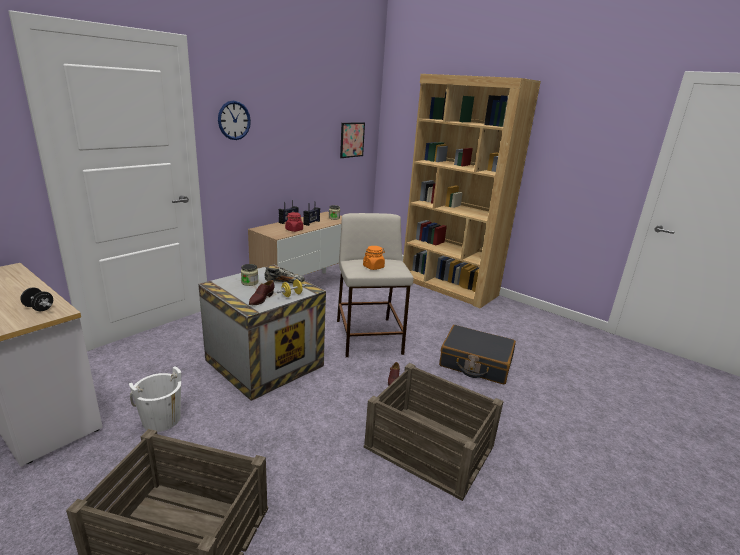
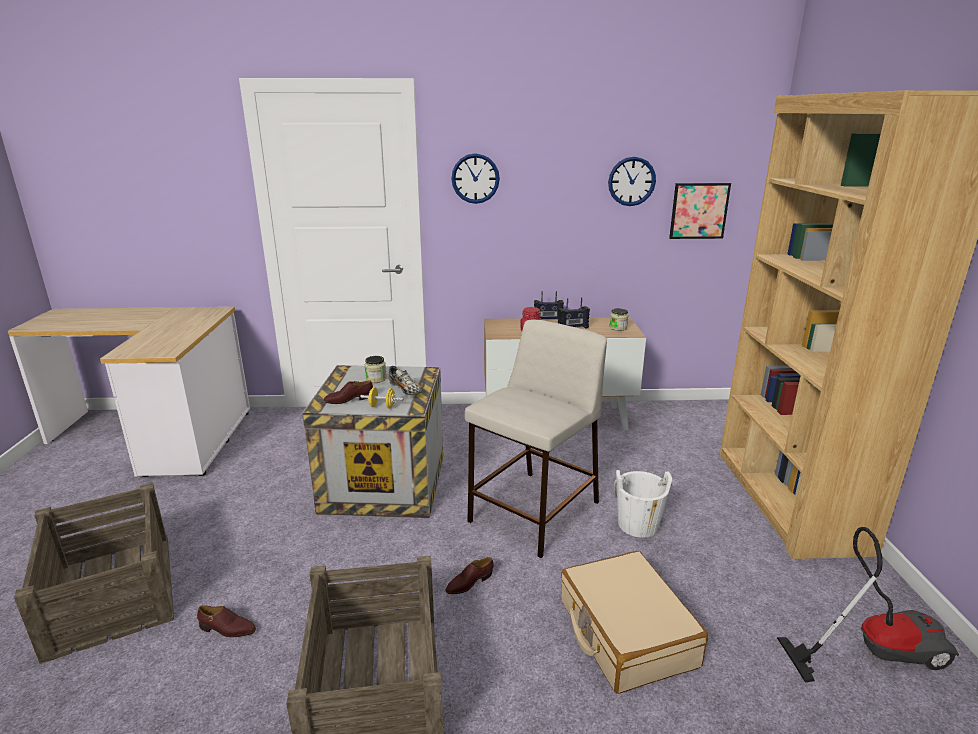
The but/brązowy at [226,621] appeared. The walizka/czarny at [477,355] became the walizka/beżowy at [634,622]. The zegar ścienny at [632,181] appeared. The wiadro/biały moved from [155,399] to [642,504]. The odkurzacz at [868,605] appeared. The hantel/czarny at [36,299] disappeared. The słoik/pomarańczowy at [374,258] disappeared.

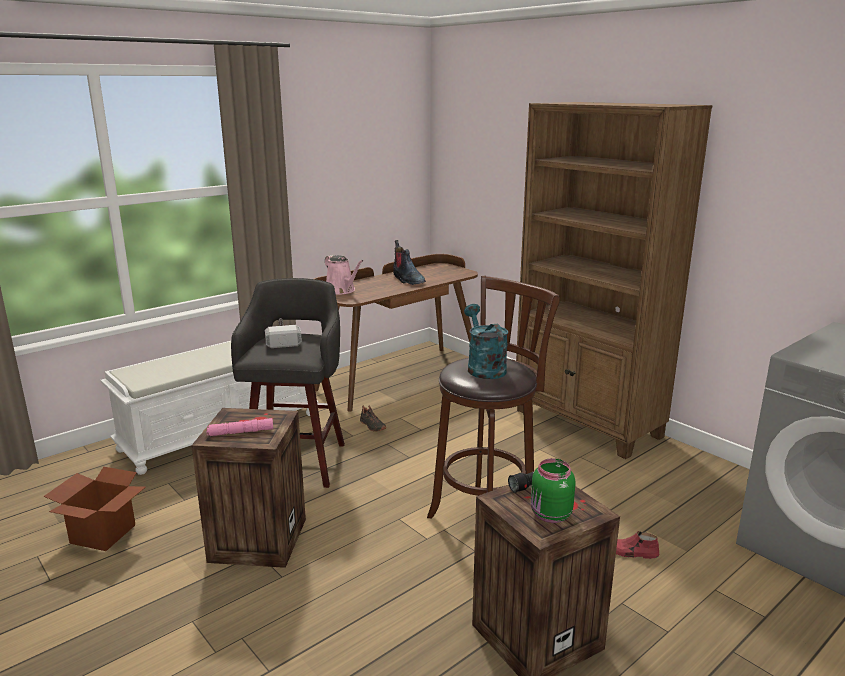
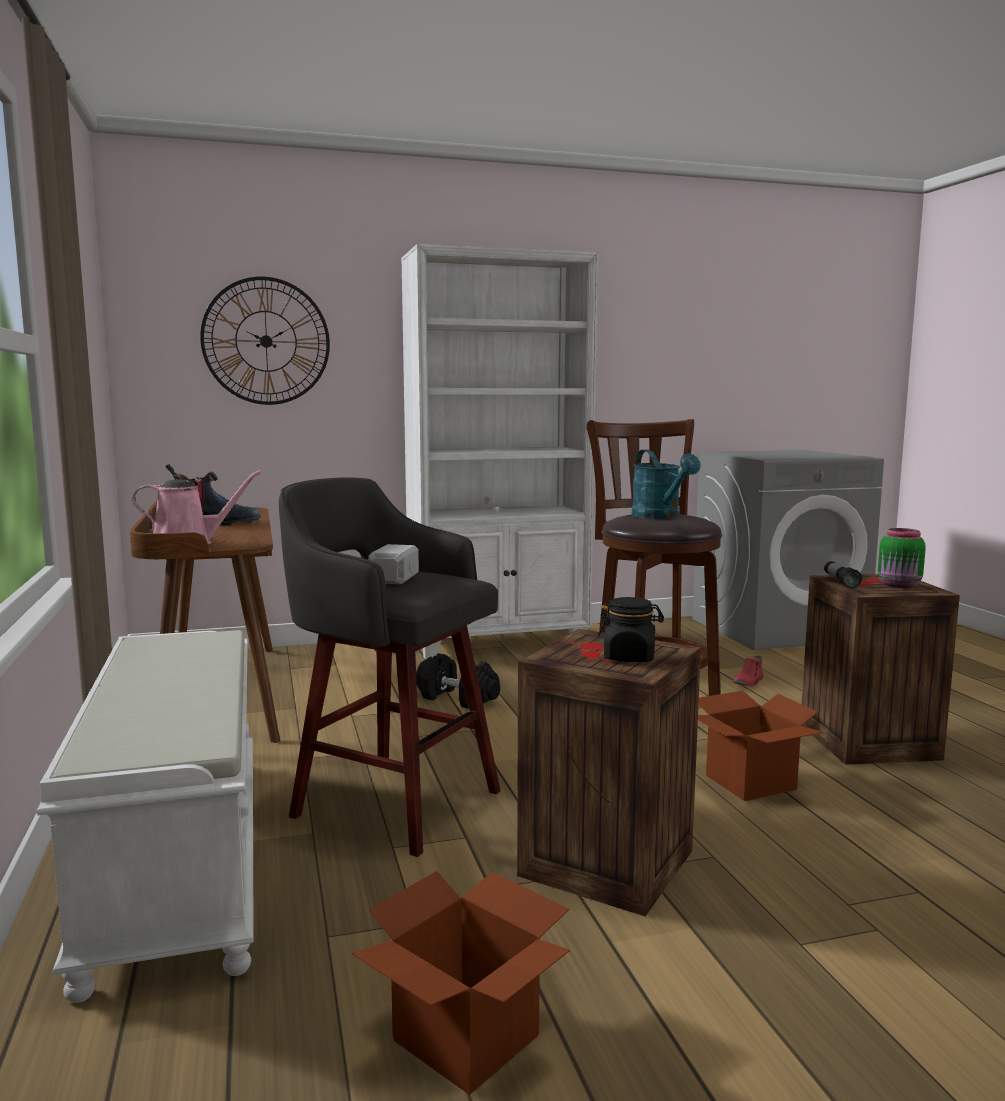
The zegar ścienny at [265,341] appeared. The regał/brązowy at [614,280] became the regał/biały at [500,452]. The hantel/czarny at [458,681] appeared. The latarka/różowy at [239,427] was replaced by the słoik/czarny at [631,629]. The konewka/turkusowy at [486,341] turned 120 degrees counterclockwise. The karton at [760,746] appeared. The but/czarny at [373,418] disappeared.

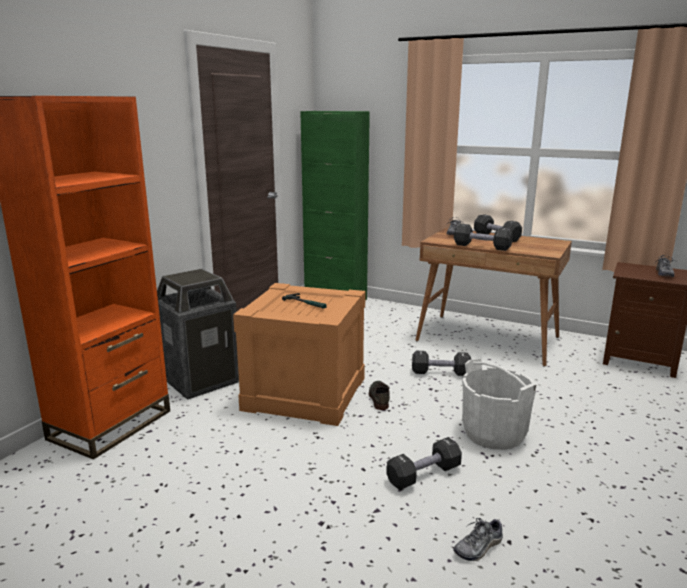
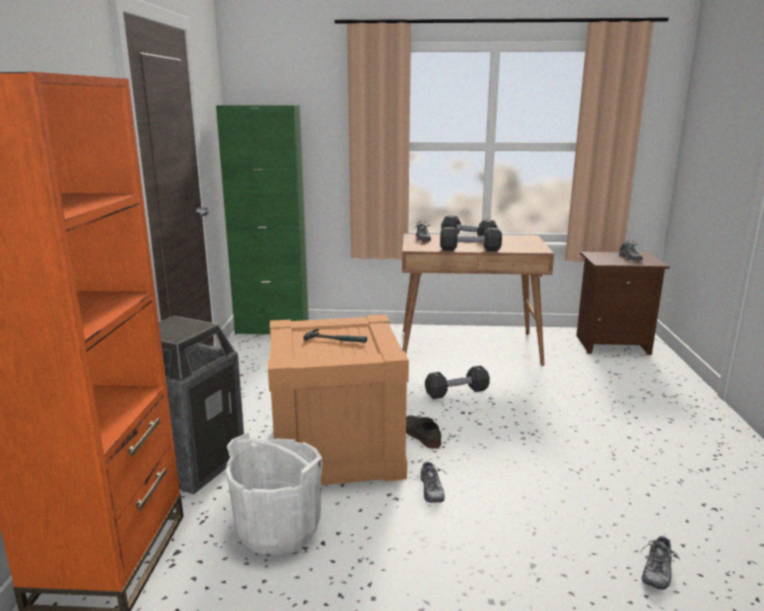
The wiadro/biały moved from [499,404] to [273,494]. The but at [432,482] appeared. The hantel/czarny at [424,463] disappeared.

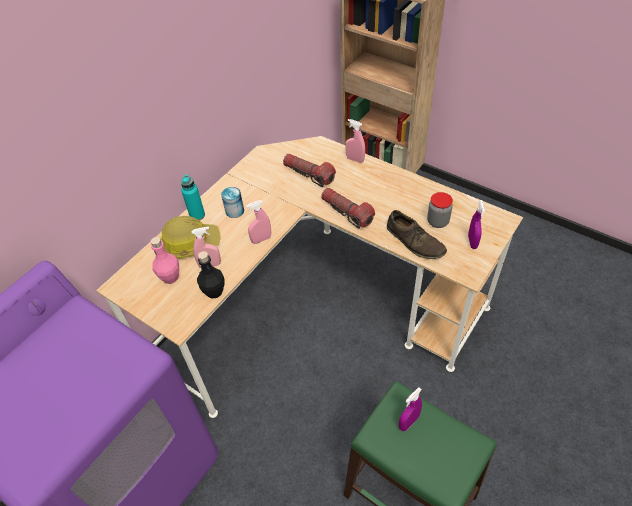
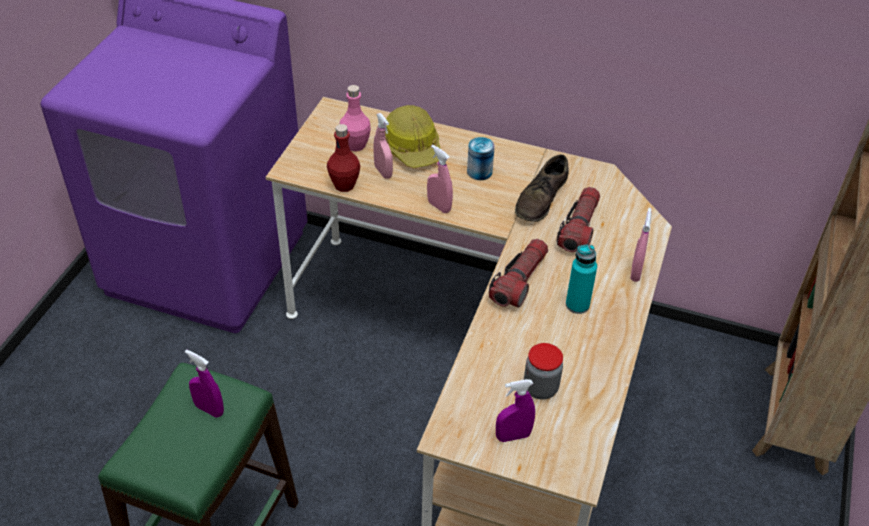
The butelka/czarny at [211,275] became the butelka/czerwony at [343,158]. The but/brązowy moved from [417,234] to [542,188]. The butelka/turkusowy moved from [193,198] to [581,279].

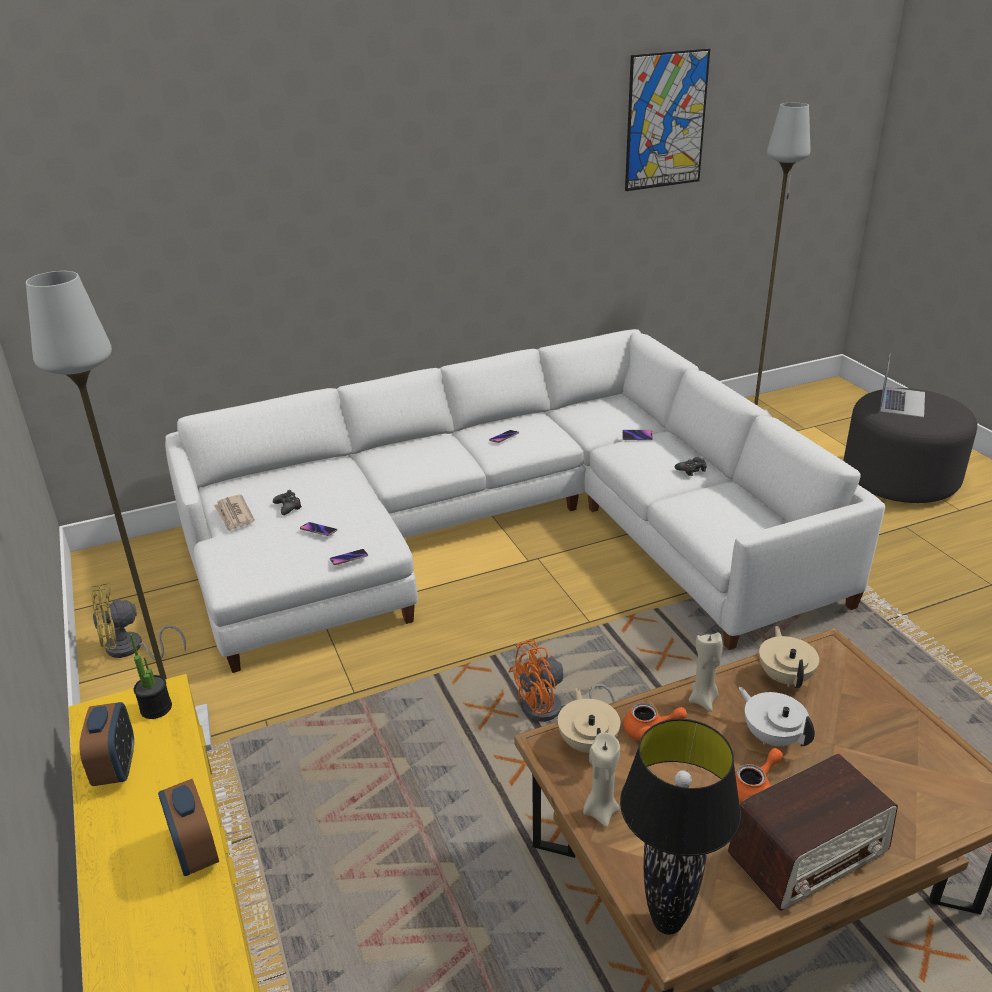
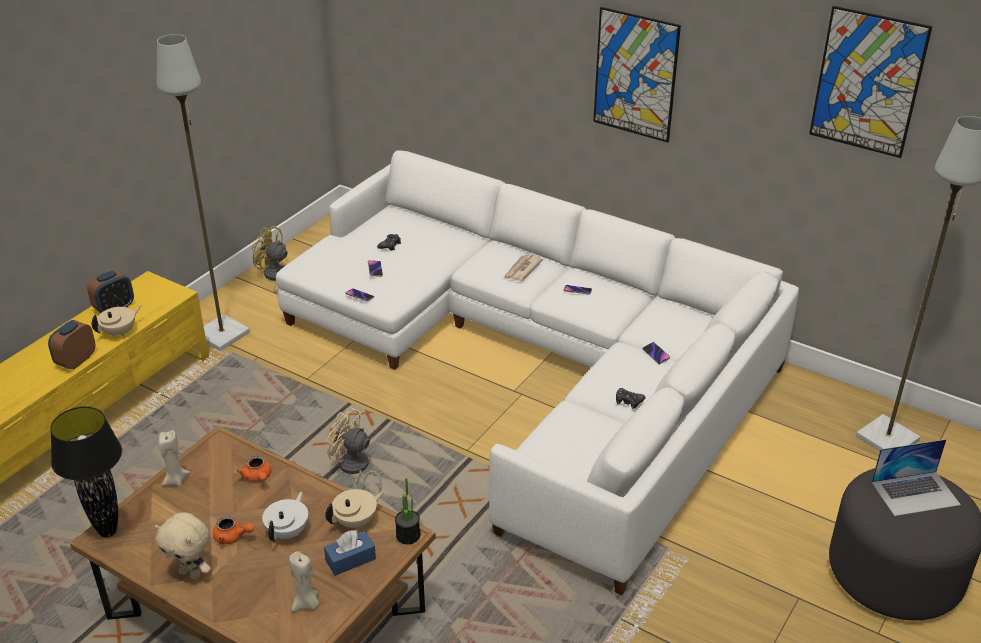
The imbryk/beżowy moved from [589,720] to [116,321]. The radio at [813,832] was replaced by the pluszak/beżowy at [183,546]. The świeca/beżowy moved from [706,672] to [304,581]. The pudełko chusteczek/niebieski at [350,553] appeared. The wentylator/pomarańczowy at [562,681] became the wentylator/beżowy at [354,450]. The roślina doniczkowa moved from [151,676] to [407,511]. The gazeta moved from [234,513] to [523,267]. The obraz at [637,75] appeared.

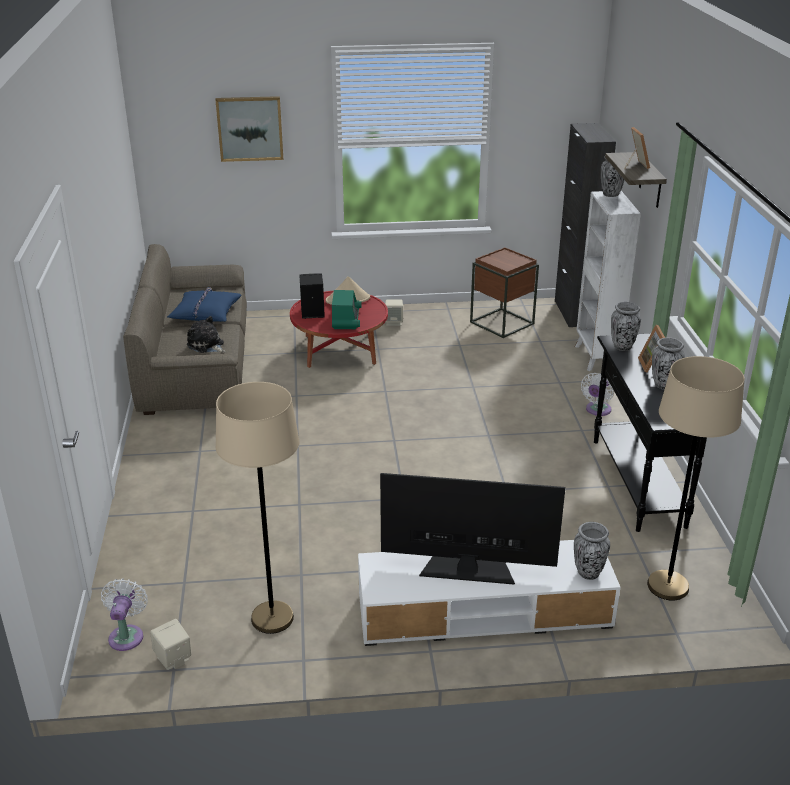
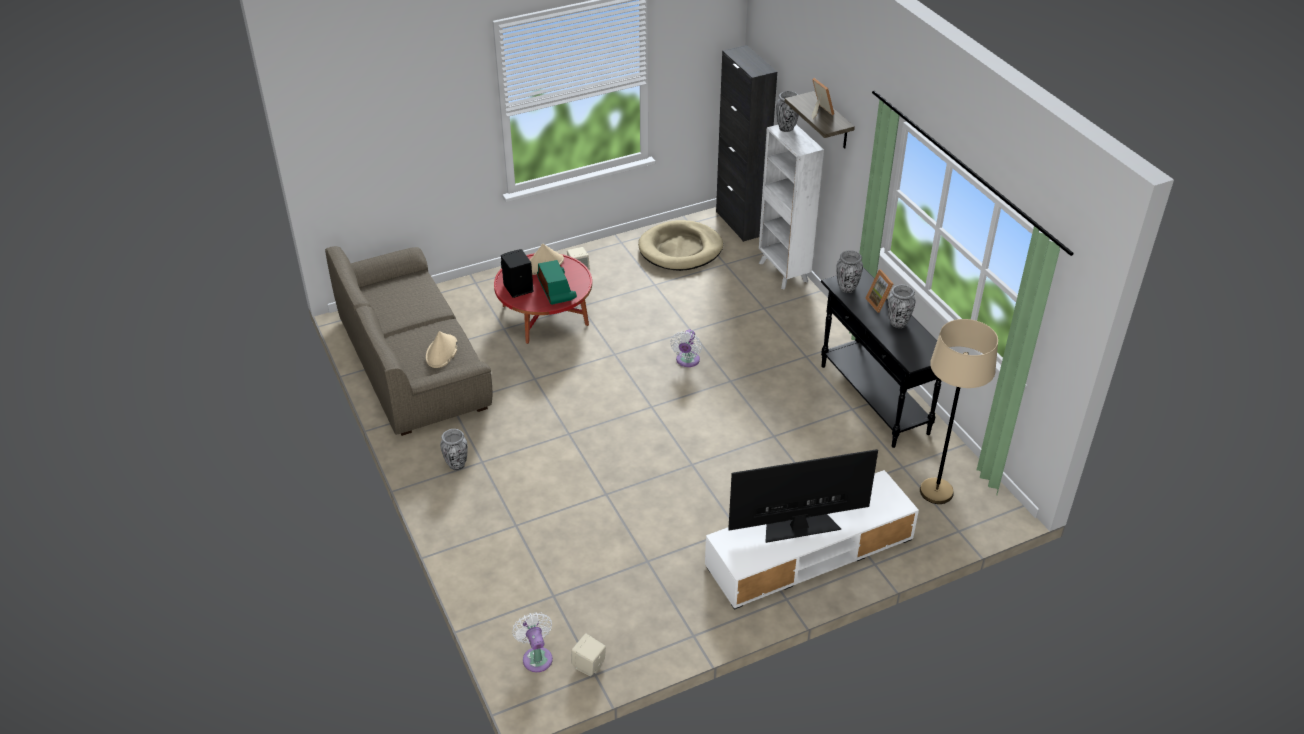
The pluszak at [206,334] was replaced by the kapelusz/beżowy at [442,349]. The wazon moved from [592,551] to [454,450]. The stolik/brązowy at [504,292] was replaced by the legowisko/beżowy at [680,245]. The wentylator/biały moved from [597,394] to [686,348]. The poduszka/niebieski at [204,304] disappeared. The obraz at [249,129] disappeared. The lampa stojąca/beżowy at [257,508] disappeared.

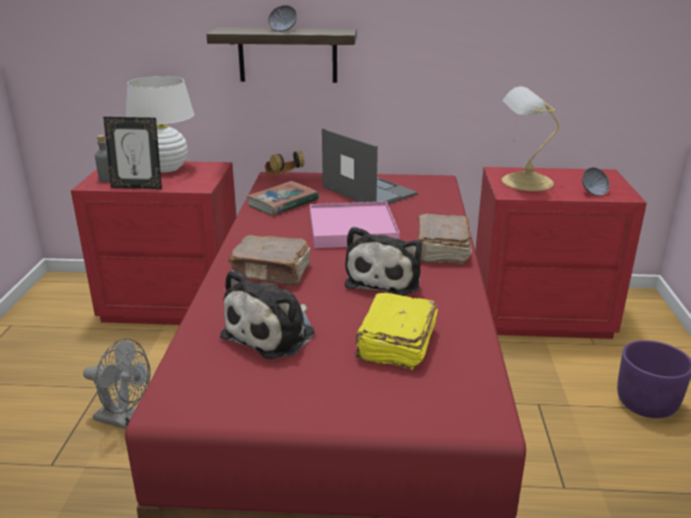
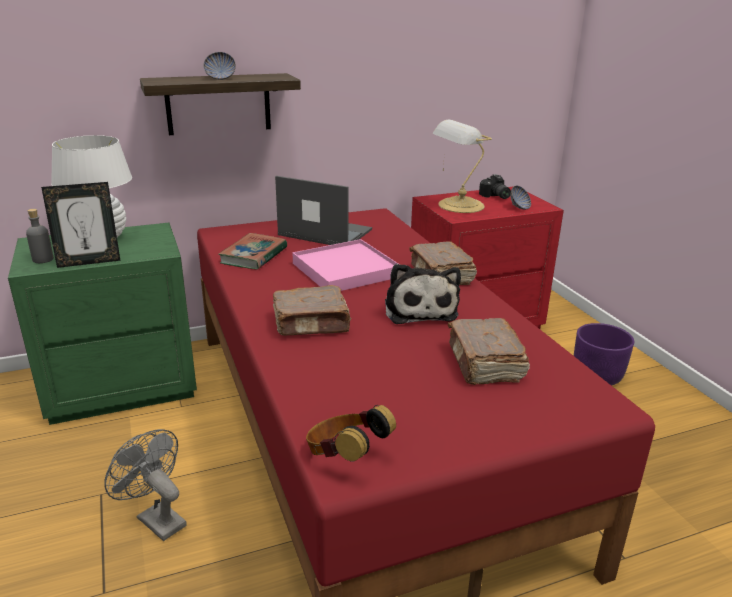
The szafka nocna/czerwony at [154,243] became the szafka nocna/zielony at [102,323]. The wentylator/szary at [116,383] turned 135 degrees counterclockwise. The słuchawki moved from [284,163] to [351,433]. The książka/żółty at [396,331] became the książka/brązowy at [489,351]. The aparat fotograficzny at [495,186] appeared. The pluszak at [267,314] disappeared.

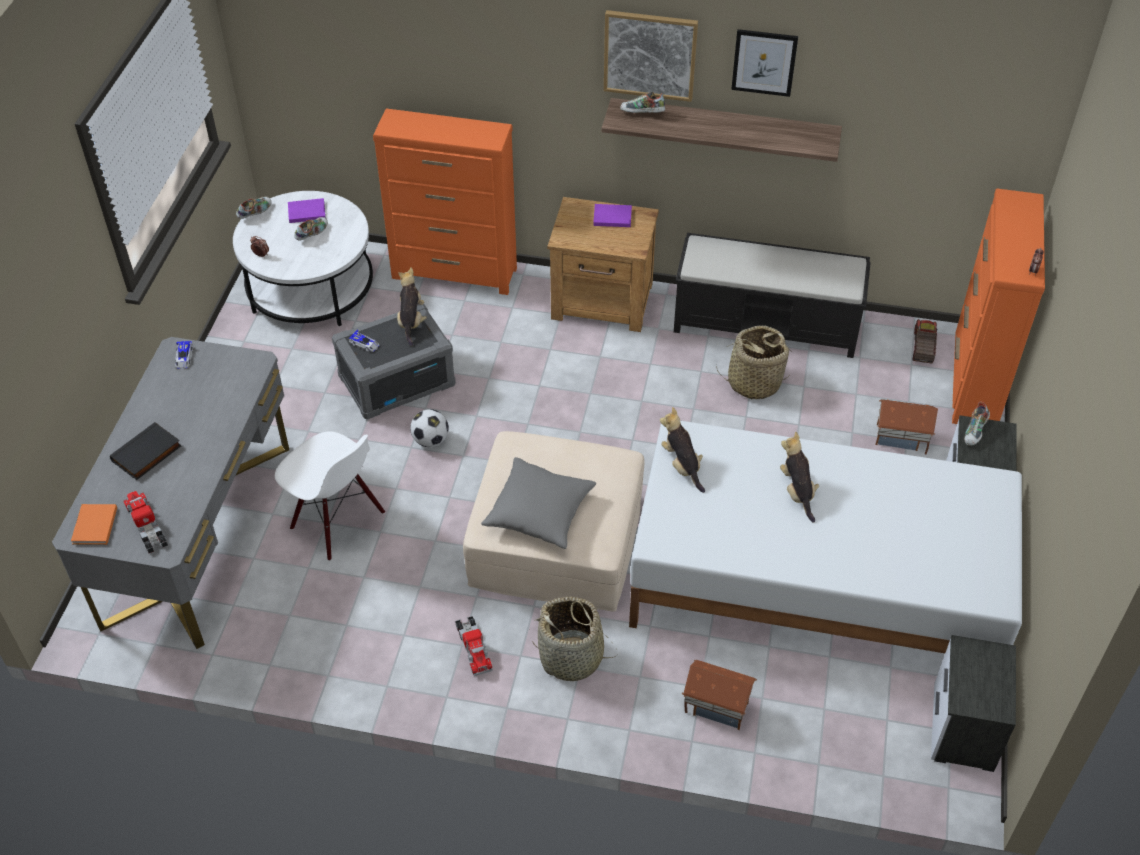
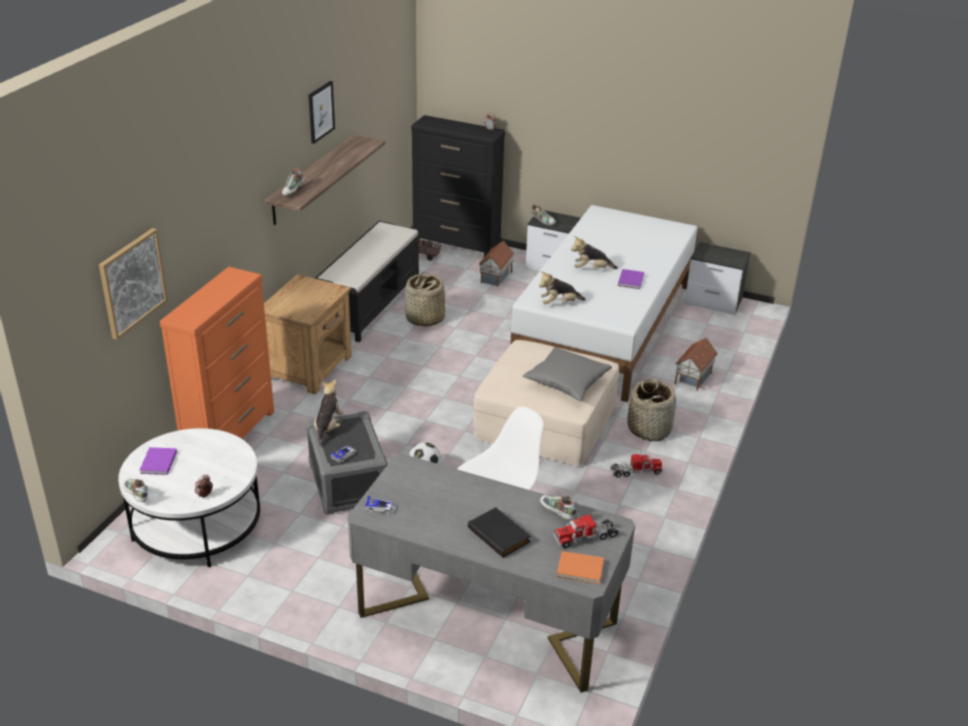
The obraz moved from [651,56] to [133,284]. The pluszak at [412,306] turned 90 degrees clockwise. The komoda/pomarańczowy at [998,306] became the komoda/czarny at [458,186]. The but moved from [311,229] to [558,507]. The książka/fioletowy moved from [612,215] to [631,279].

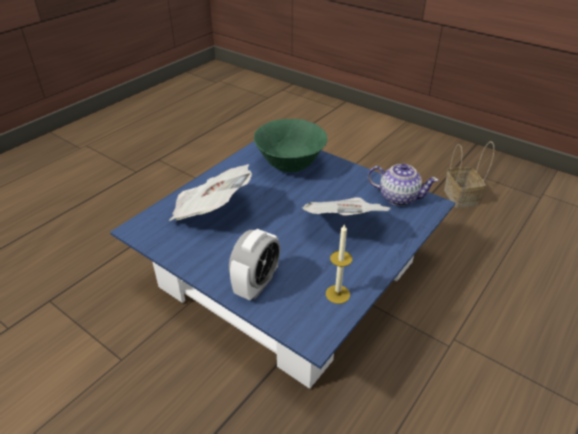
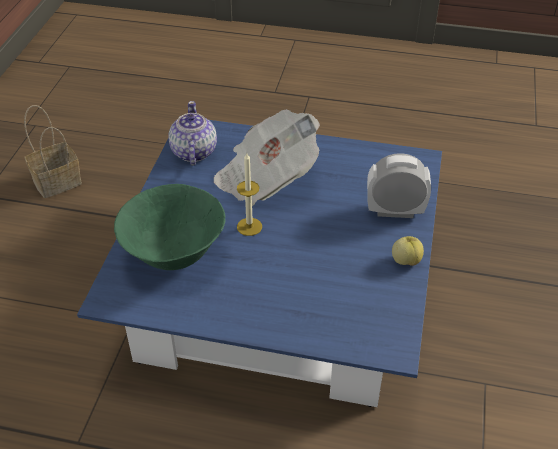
The świeca moved from [339,264] to [249,194]. The jabłko at [408,251] appeared. The gazeta at [210,192] disappeared.

